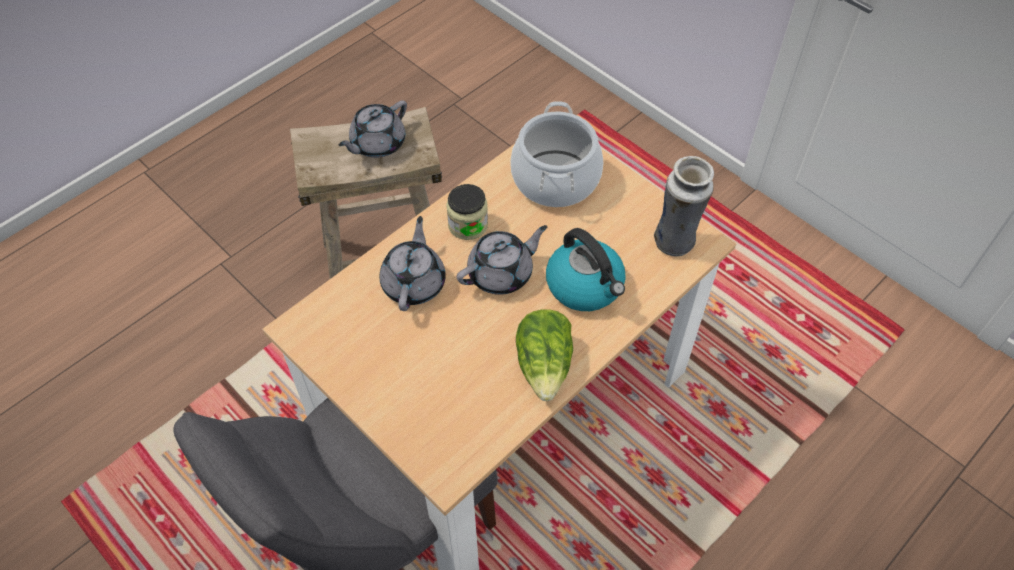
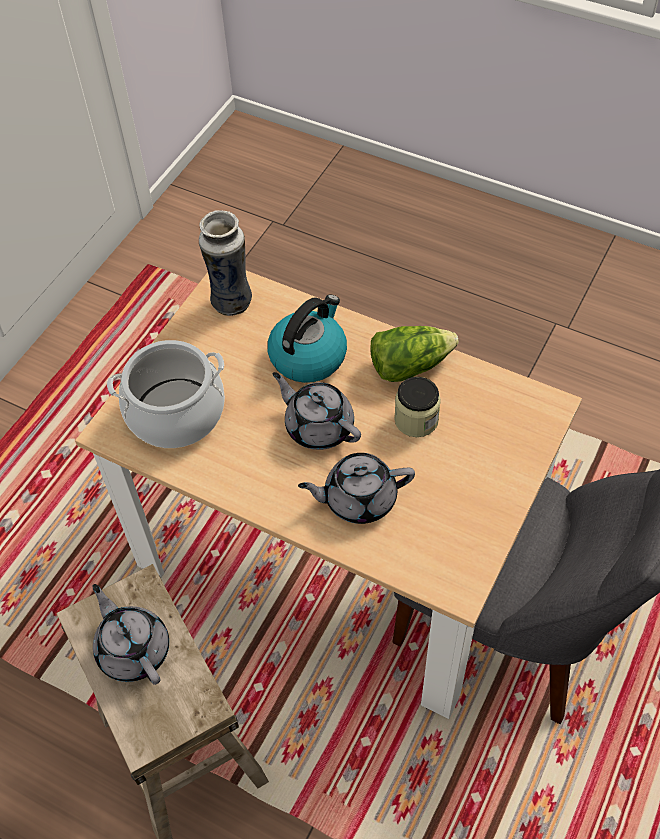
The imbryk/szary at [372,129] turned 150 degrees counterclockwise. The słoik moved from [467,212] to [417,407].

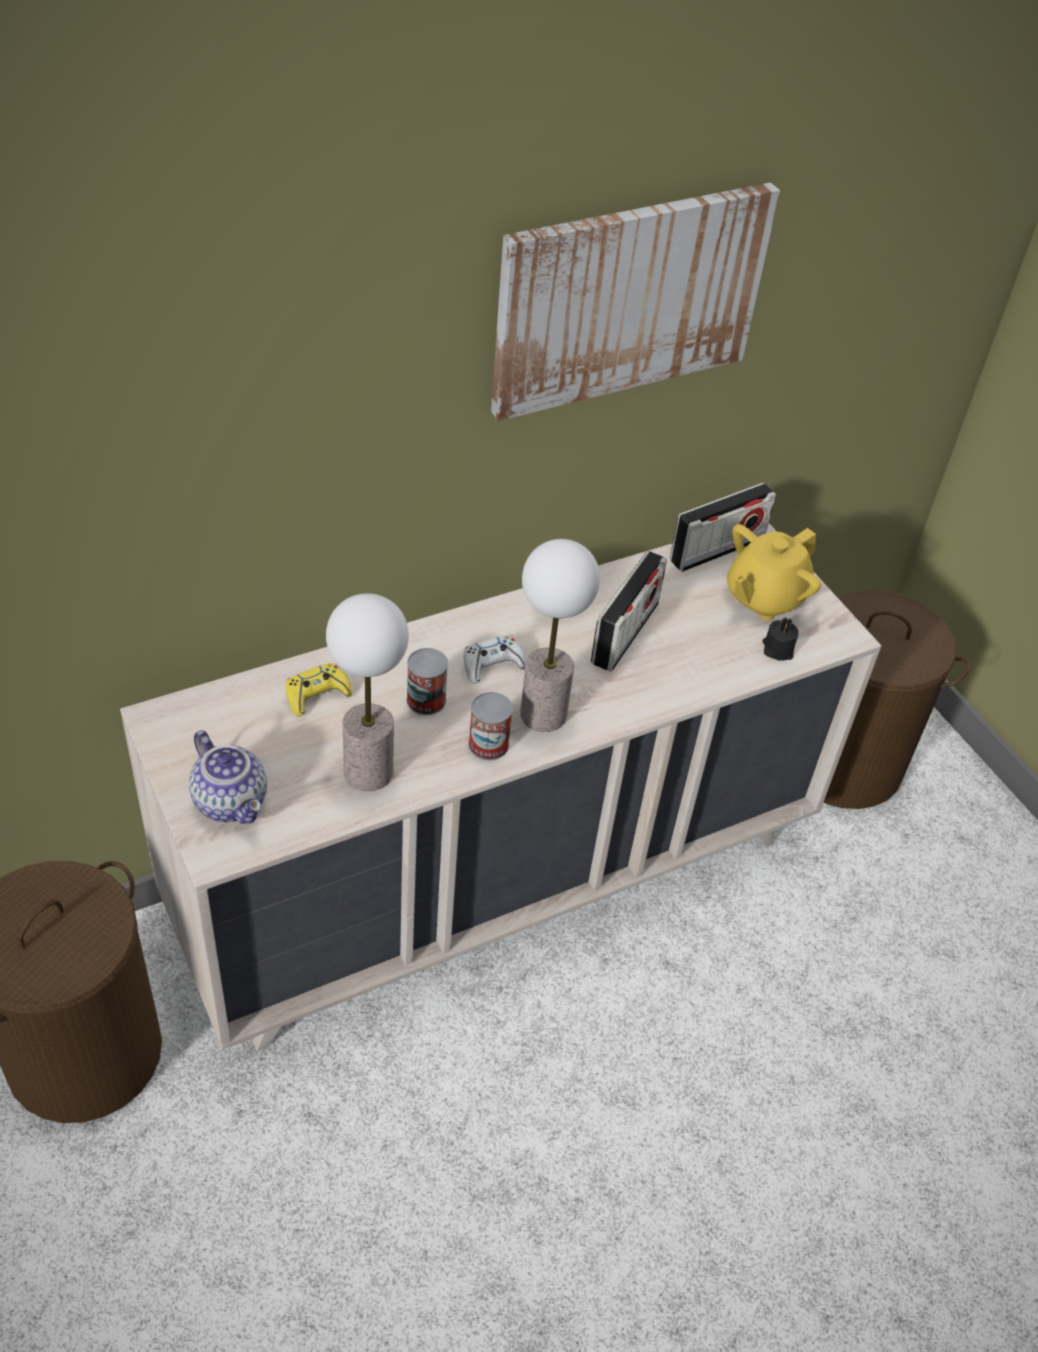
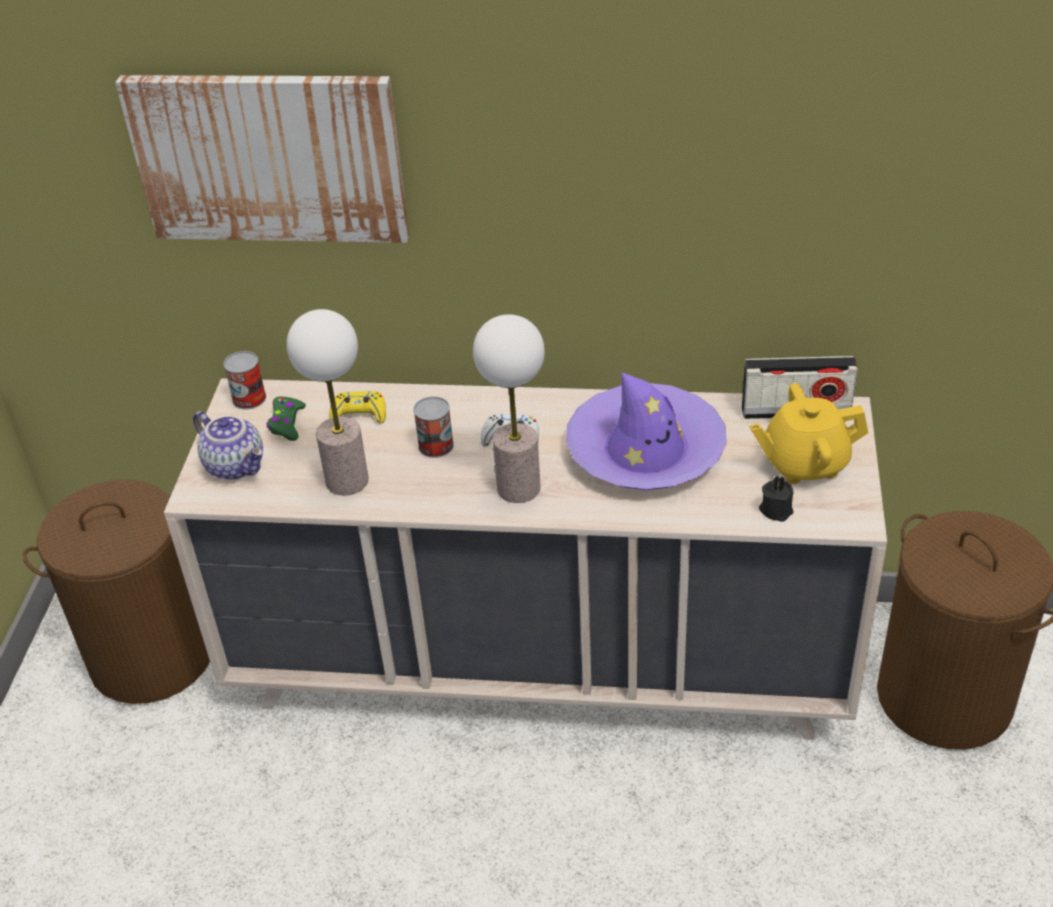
The obraz moved from [635,301] to [262,159]. The imbryk at [228,777] turned 45 degrees counterclockwise. The puszka moved from [490,726] to [244,380]. The pad do gier/zielony at [286,419] appeared. The radio at [629,611] was replaced by the kapelusz/fioletowy at [646,431].

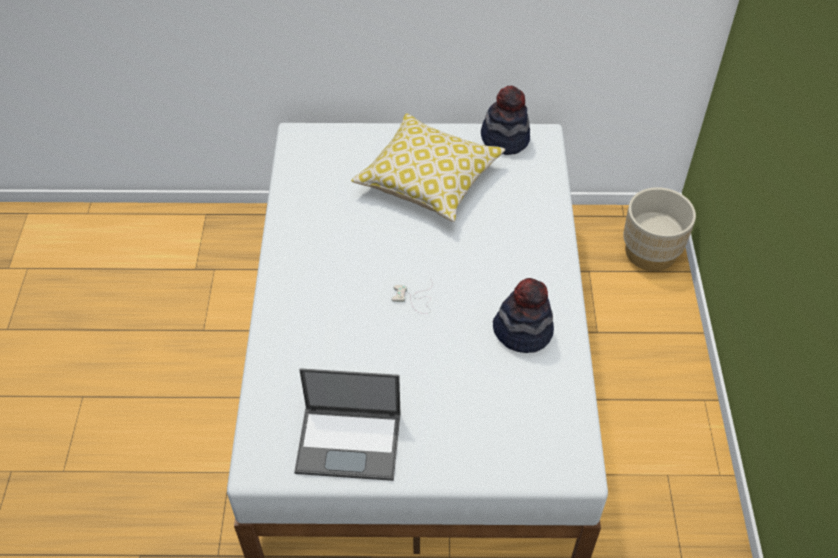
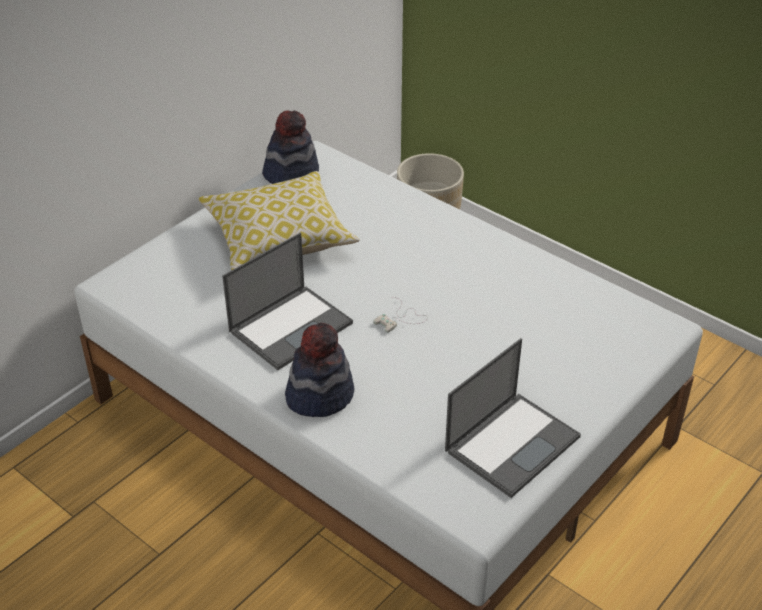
The laptop at [287,301] appeared. The kapelusz moved from [523,315] to [319,370].

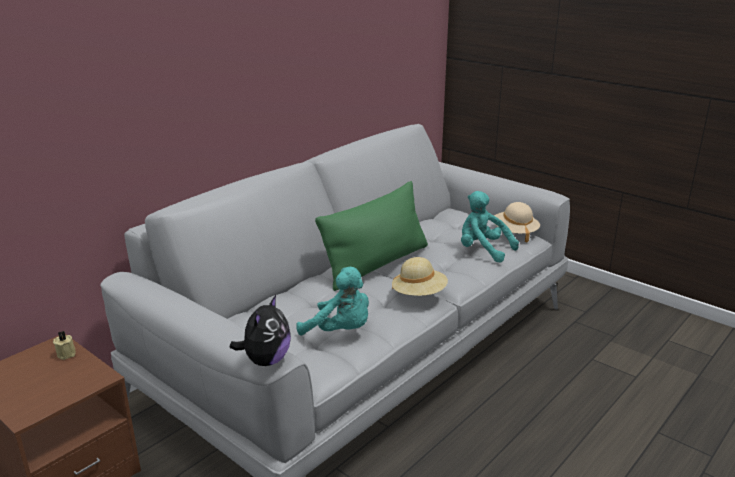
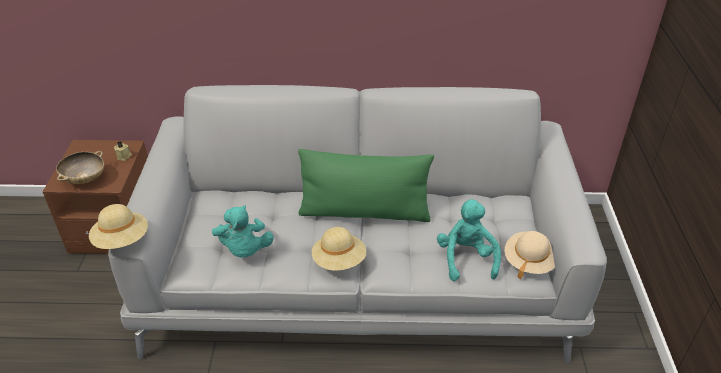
The miska/beżowy at [80,167] appeared. The pluszak at [260,330] was replaced by the kapelusz/beżowy at [118,226].

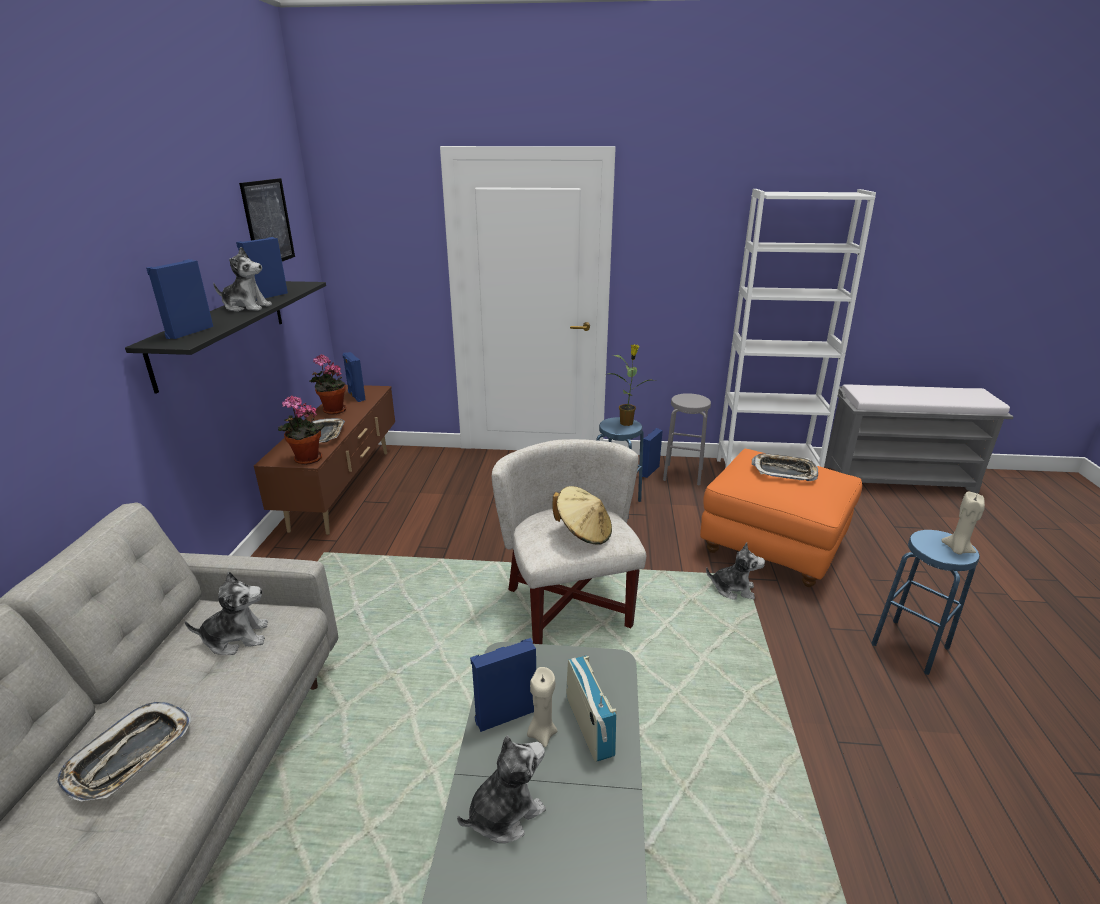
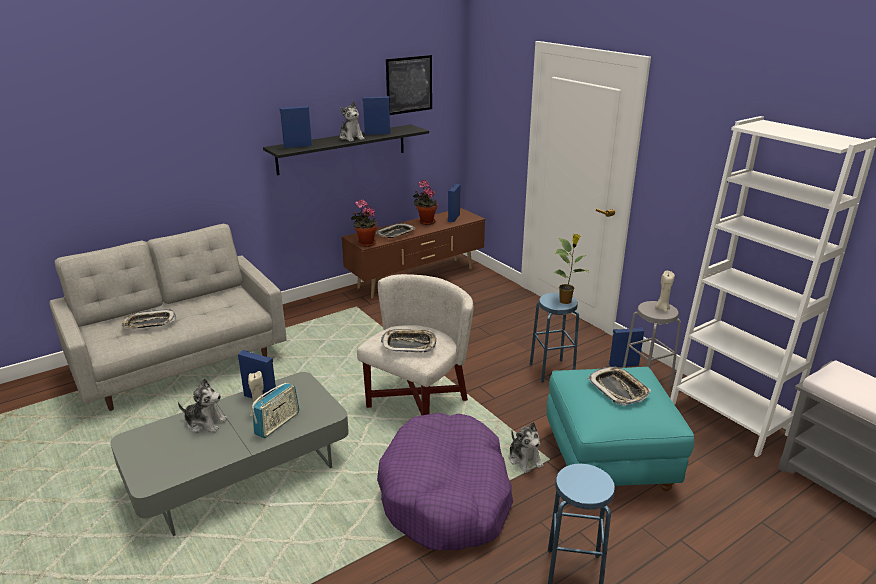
The legowisko/fioletowy at [445,481] appeared. The kapelusz/beżowy at [582,515] was replaced by the taca at [409,341]. The pufa/pomarańczowy at [781,518] became the pufa/turkusowy at [620,429]. The świeca/beżowy moved from [963,523] to [665,291]. The pluszak at [226,613] disappeared.

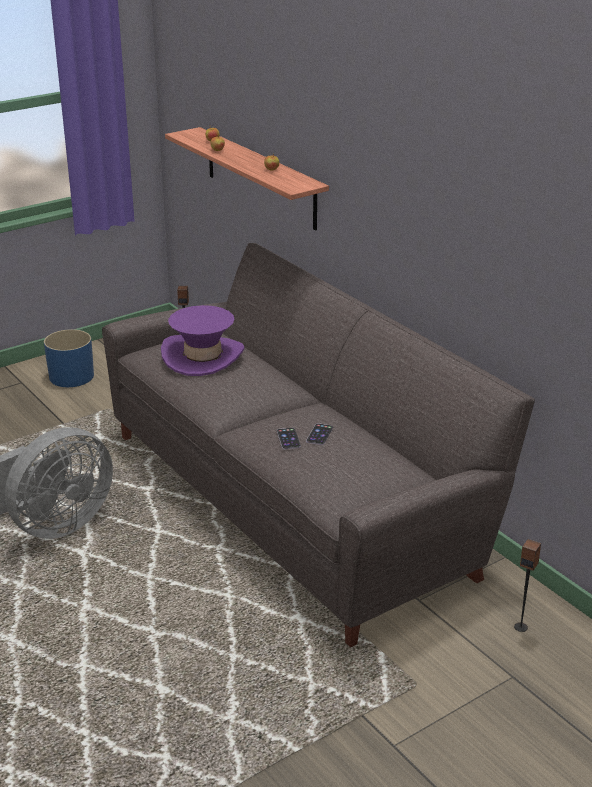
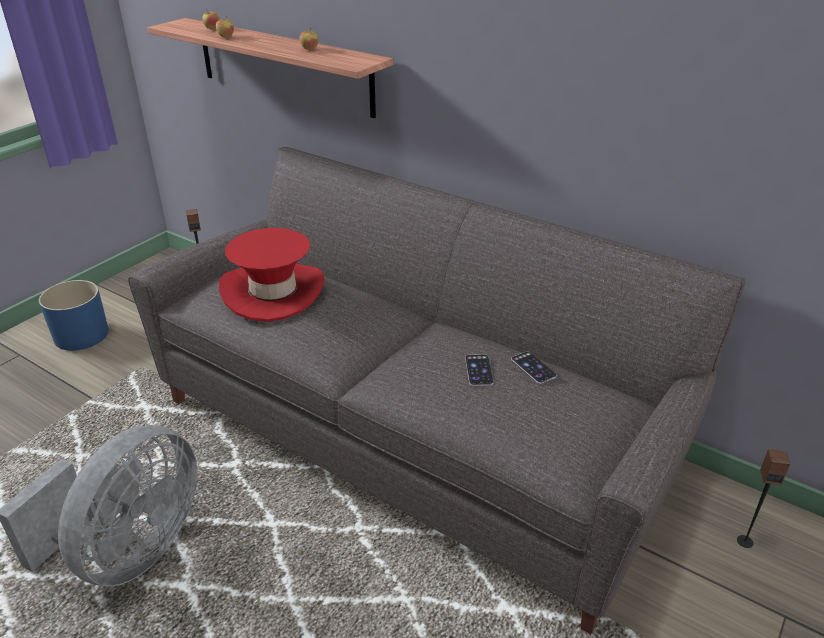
The kapelusz/fioletowy at [203,340] became the kapelusz/czerwony at [272,275]. The telefon moved from [289,438] to [534,367].

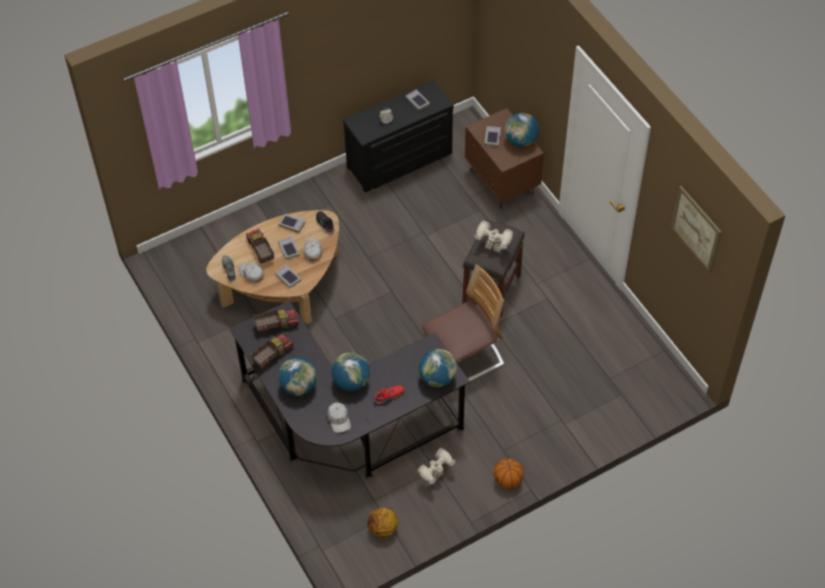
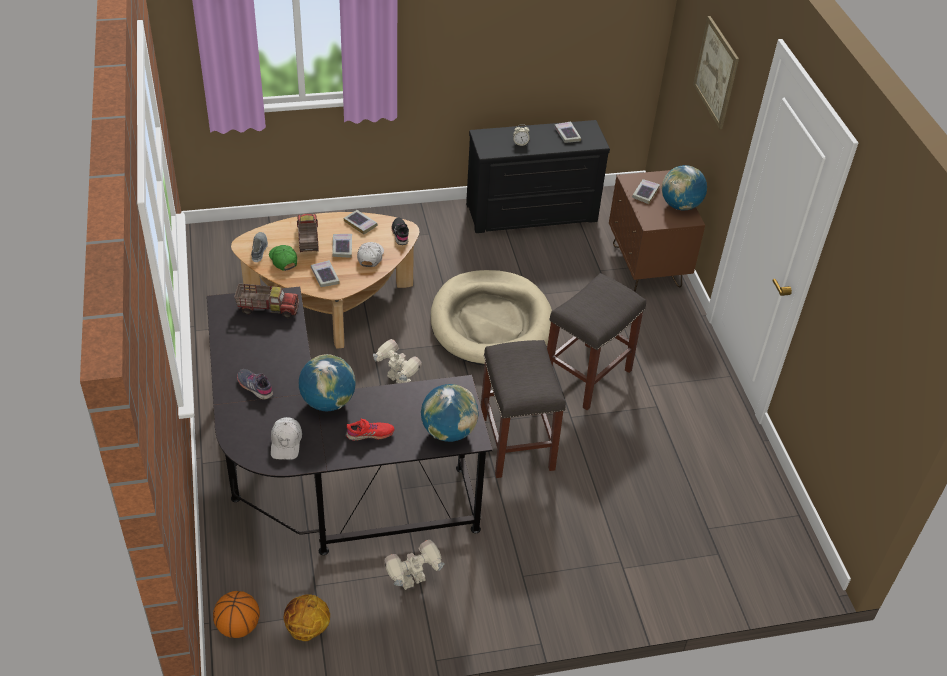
The piłka do koszykówki moved from [509,474] to [236,614]. The globus at [297,376] was replaced by the but/szary at [255,384]. The czapka z daszkiem/biały at [251,272] became the czapka z daszkiem/zielony at [283,258]. The robot zabawkowy moved from [494,236] to [397,361]. The legowisko/beżowy at [491,318] appeared. The krzesło at [463,322] was replaced by the stołek/szary at [523,409]. The obraz moved from [696,229] to [716,72]. The ciężarówka zabawkowa at [272,351] disappeared.

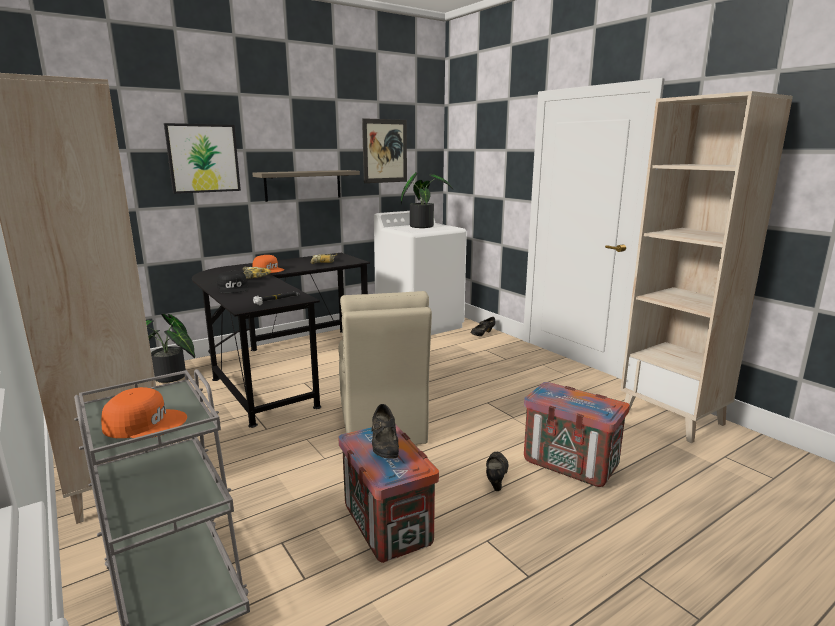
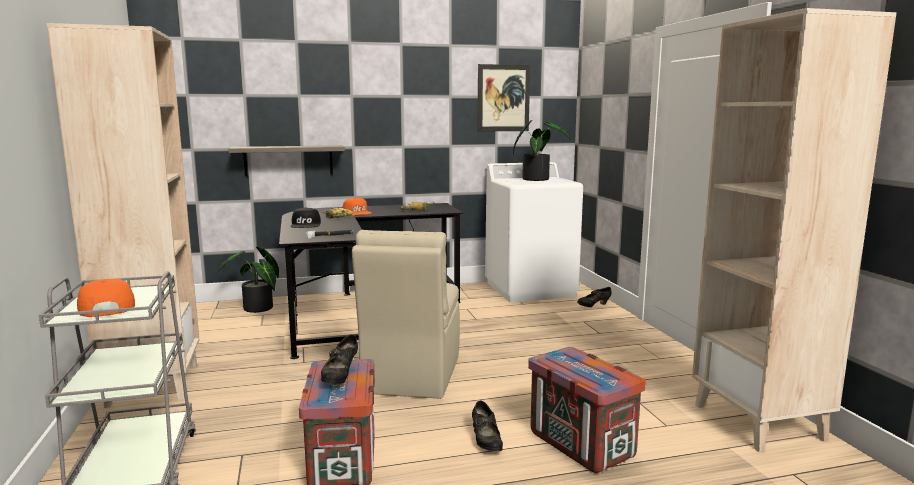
The czapka z daszkiem/pomarańczowy at [144,412] turned 135 degrees counterclockwise. The półka moved from [306,186] to [287,161]. The but/czarny at [497,471] turned 135 degrees clockwise. The obraz at [202,158] disappeared.

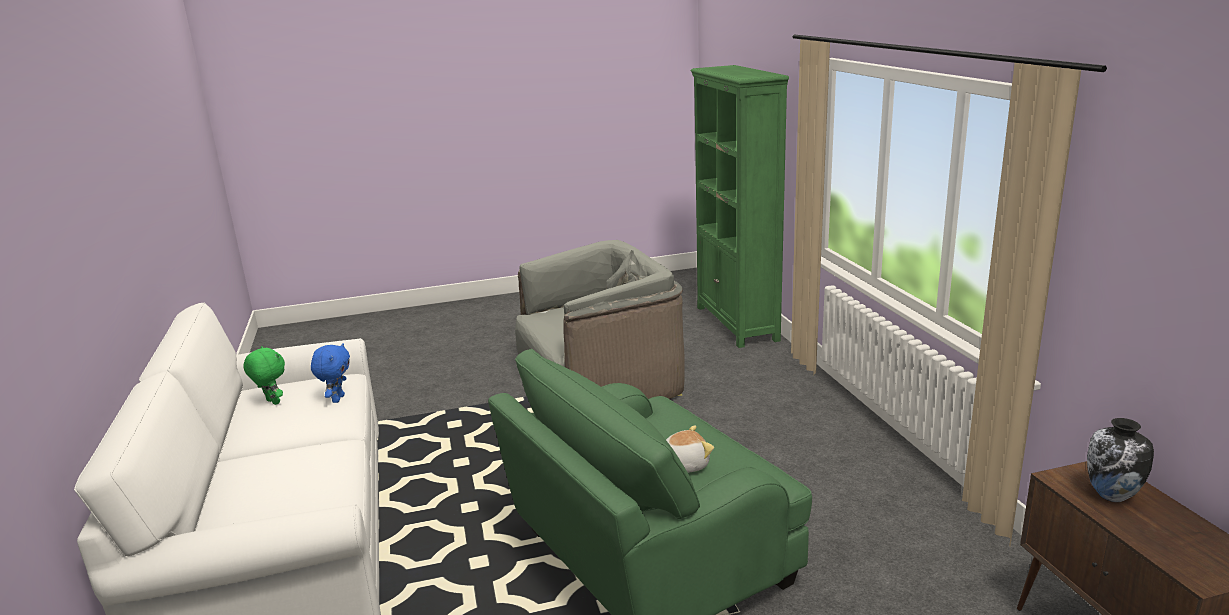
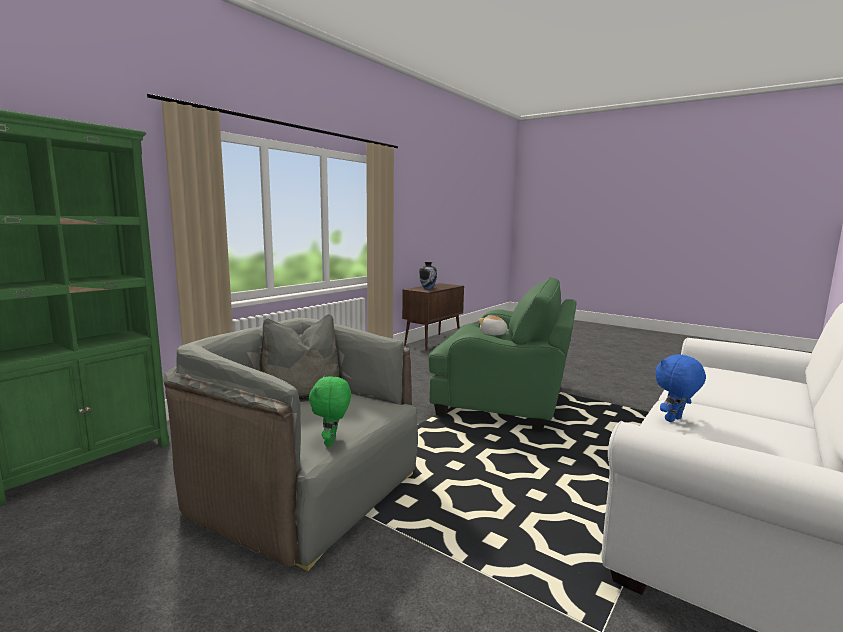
The pluszak/zielony moved from [264,375] to [330,411].

